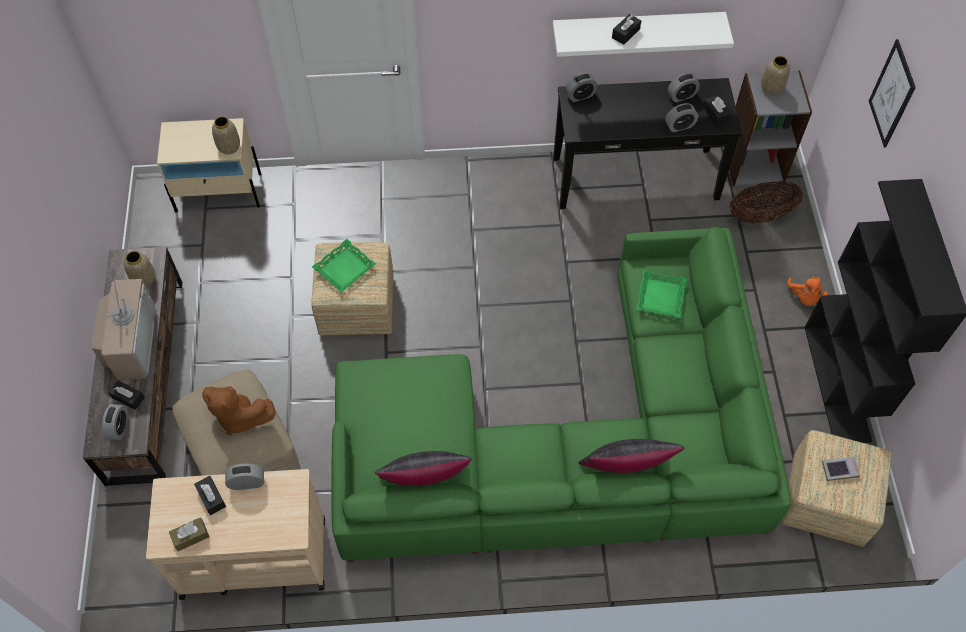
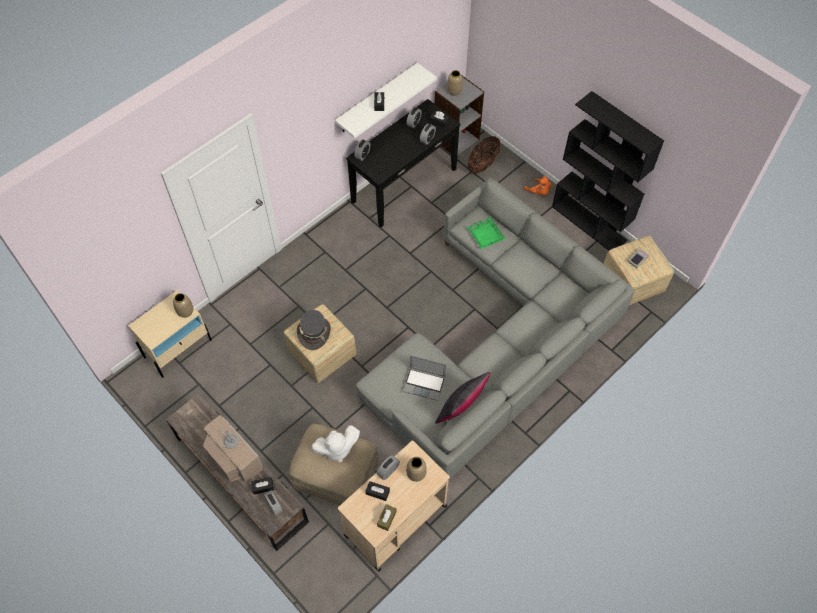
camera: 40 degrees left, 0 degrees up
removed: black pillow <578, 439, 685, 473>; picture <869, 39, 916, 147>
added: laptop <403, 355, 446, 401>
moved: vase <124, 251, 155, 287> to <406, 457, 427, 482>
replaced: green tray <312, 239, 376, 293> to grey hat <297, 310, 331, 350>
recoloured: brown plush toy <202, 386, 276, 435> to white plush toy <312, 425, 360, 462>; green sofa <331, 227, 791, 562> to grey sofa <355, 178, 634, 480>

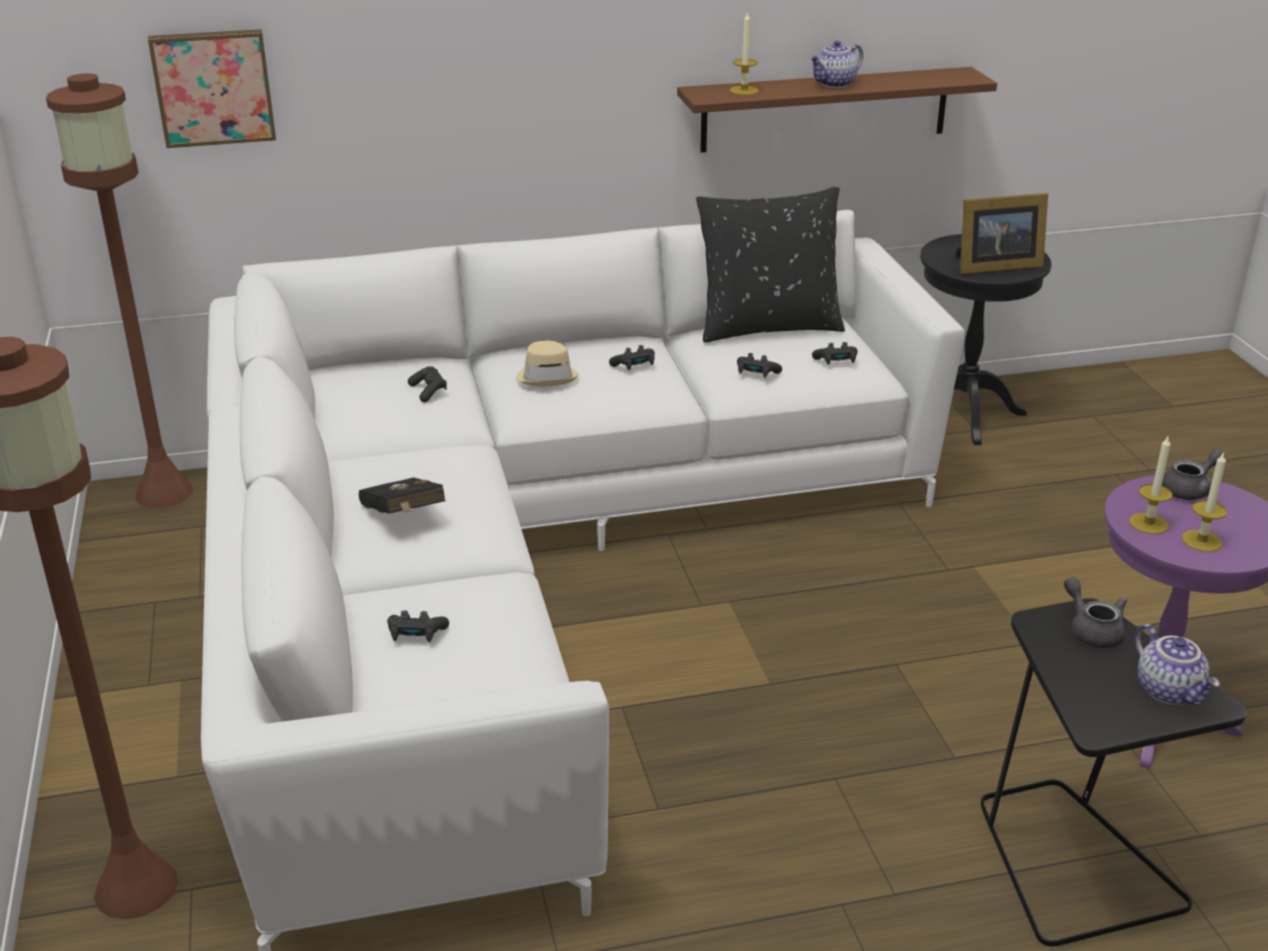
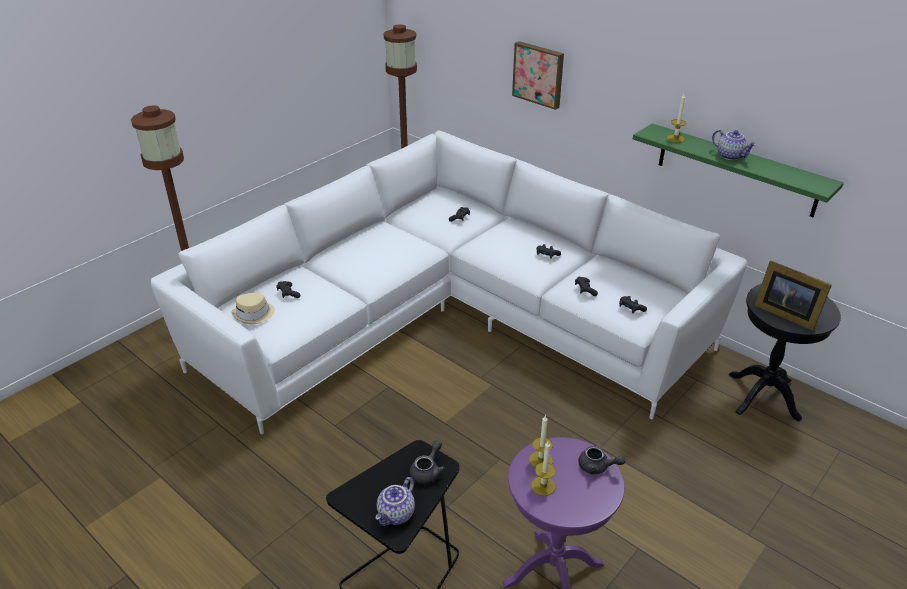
camera: 55 degrees right, 5 degrees up
removed: black book <358, 477, 446, 514>; black pillow <696, 186, 845, 343>
moved: beige hat <516, 341, 579, 386> to <232, 293, 275, 324>; picture <148, 29, 276, 148> to <512, 41, 564, 110>
recoloured: brown shelf <677, 67, 997, 153> to green shelf <633, 123, 844, 217>
turned: teapot <810, 41, 863, 88> = <712, 130, 756, 160> 150 degrees counterclockwise

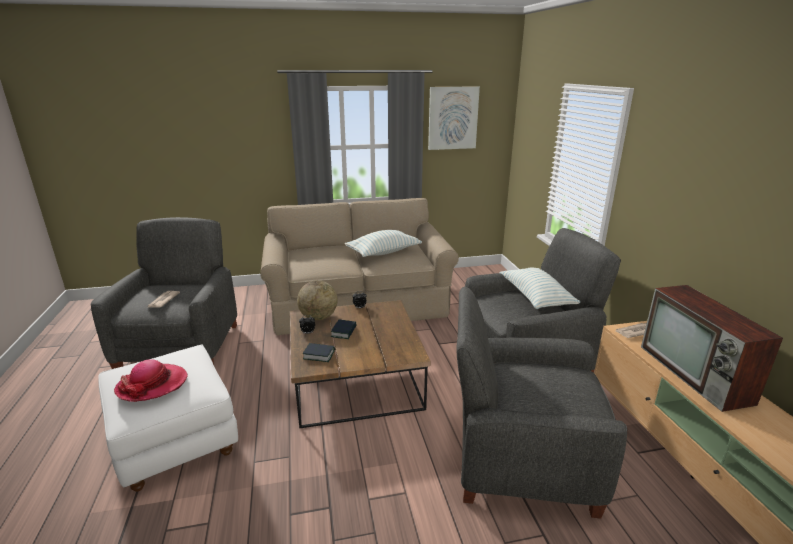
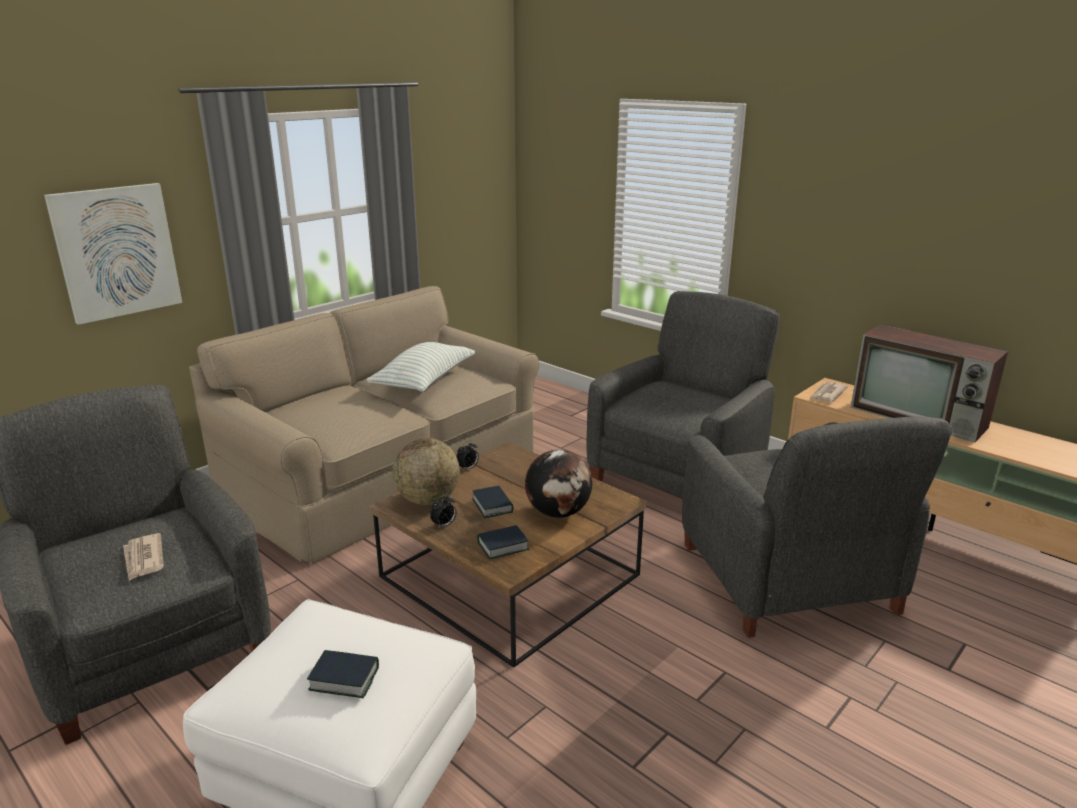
camera: 35 degrees left, 0 degrees up
removed: pillow <500, 267, 580, 309>
added: globe <525, 450, 593, 518>
moved: picture <428, 86, 480, 150> to <44, 183, 182, 325>
replaced: hat <114, 359, 188, 402> to book <307, 650, 379, 698>
turned: grey armchair <457, 286, 627, 519> = <682, 416, 952, 638> 75 degrees counterclockwise

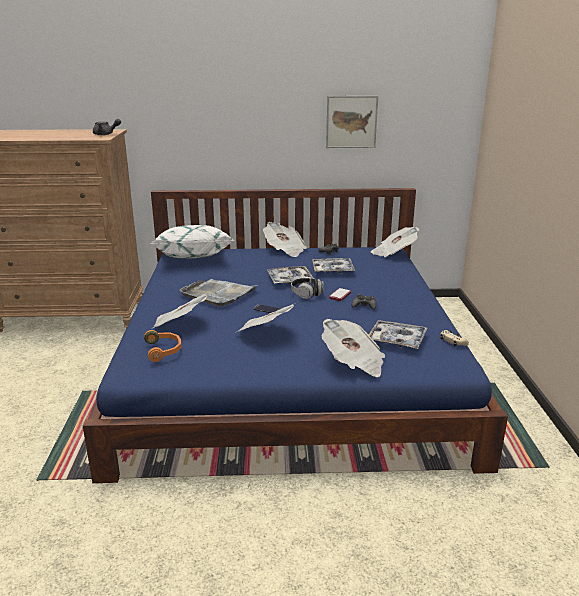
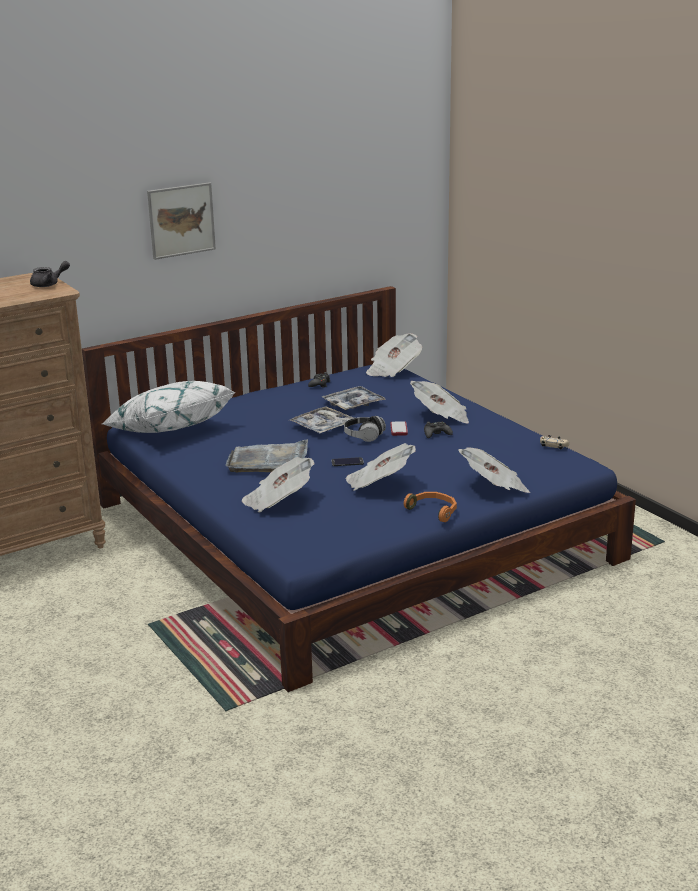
camera: 30 degrees left, 0 degrees up
removed: tray <369, 320, 427, 349>
moved: picture <326, 96, 378, 148> to <147, 182, 216, 260>; orange headphones <144, 330, 181, 362> to <404, 492, 457, 522>; newspaper <263, 222, 307, 257> to <410, 381, 469, 423>

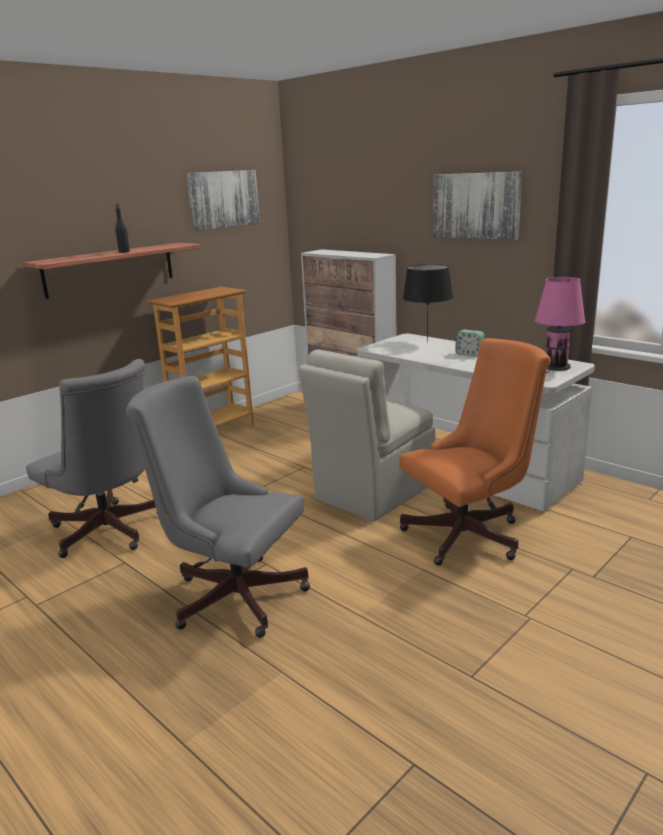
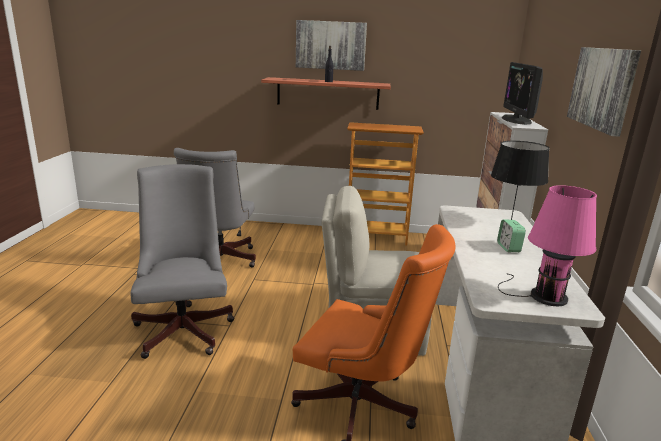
camera: 50 degrees right, 0 degrees up
added: monitor <502, 62, 543, 125>
moved: picture <186, 170, 260, 231> to <296, 20, 367, 71>

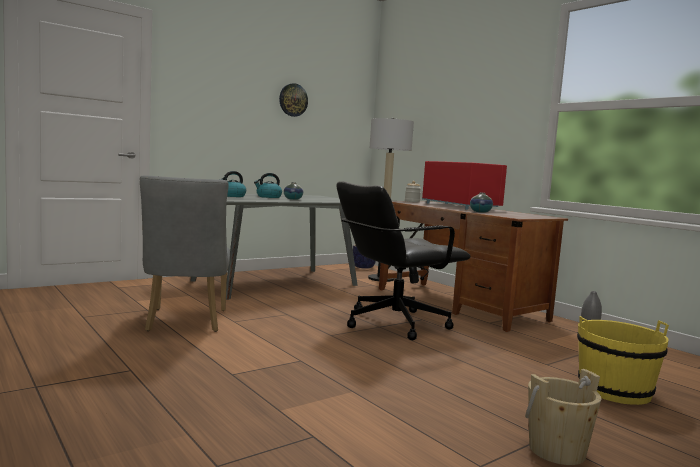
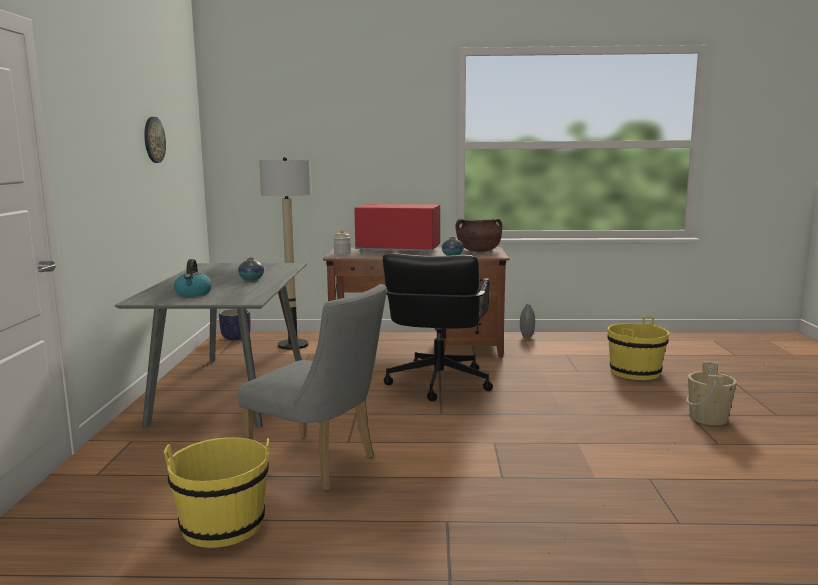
camera: 50 degrees left, 5 degrees up
removed: kettle <254, 173, 282, 198>
added: yellow bucket <164, 437, 269, 548>; brown cooking pot <455, 219, 502, 252>

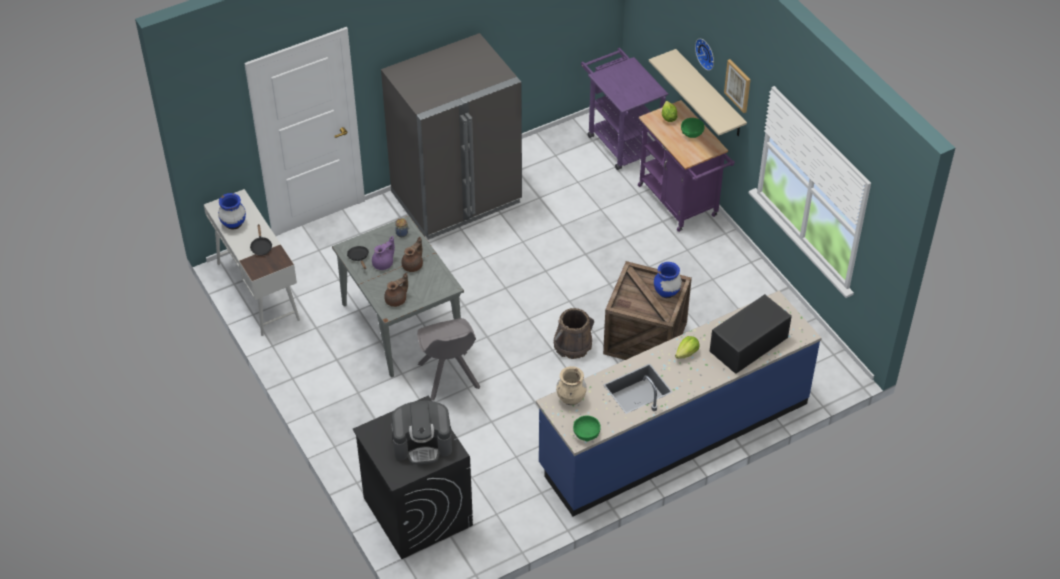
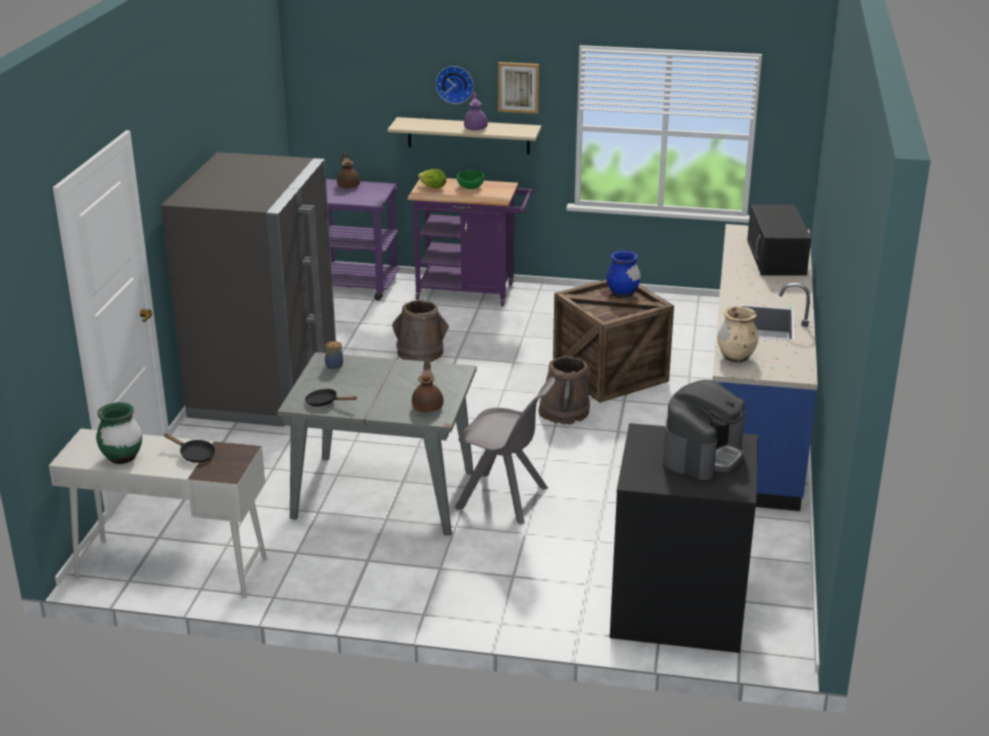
camera: 50 degrees left, 20 degrees down
removed: green bowl <573, 416, 601, 441>; lettuce <675, 336, 700, 359>
added: brown bucket <392, 300, 449, 362>
moved: brown teapot <401, 237, 423, 272> to <337, 151, 360, 189>; purple teapot <372, 236, 395, 270> to <464, 92, 488, 130>
recoloured: blue vase <218, 193, 246, 230> to green vase <96, 402, 142, 464>

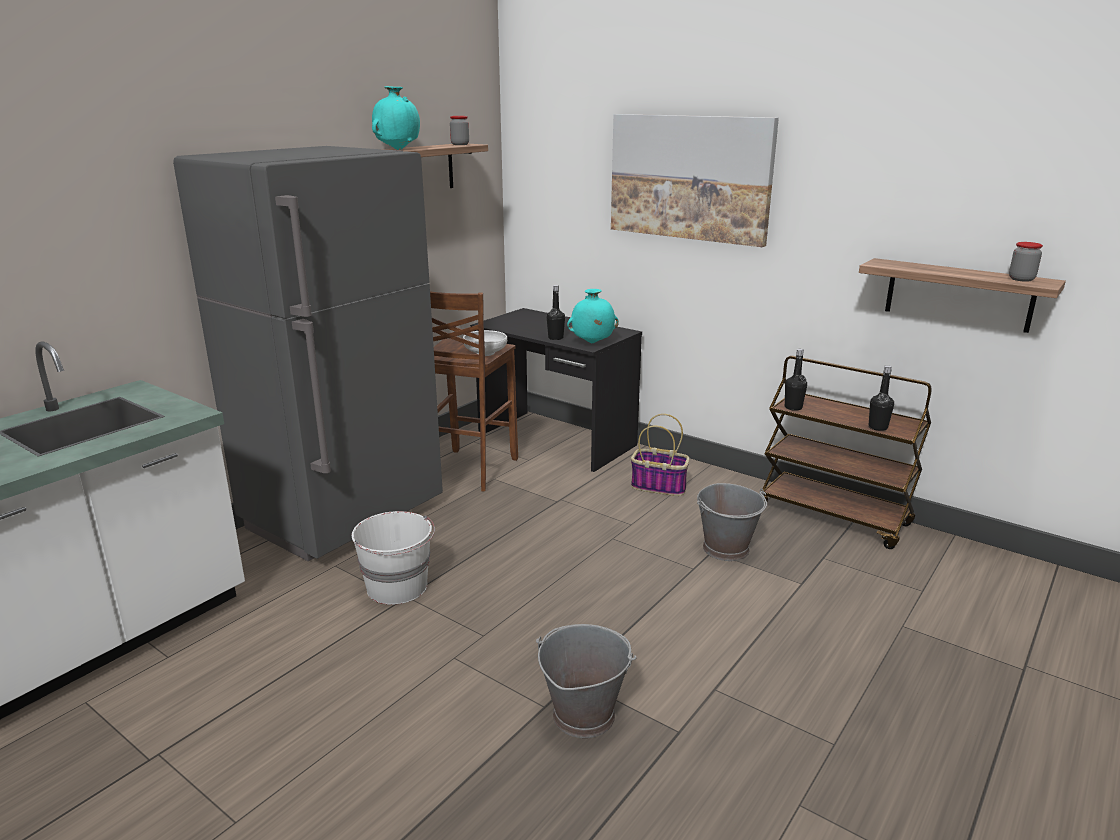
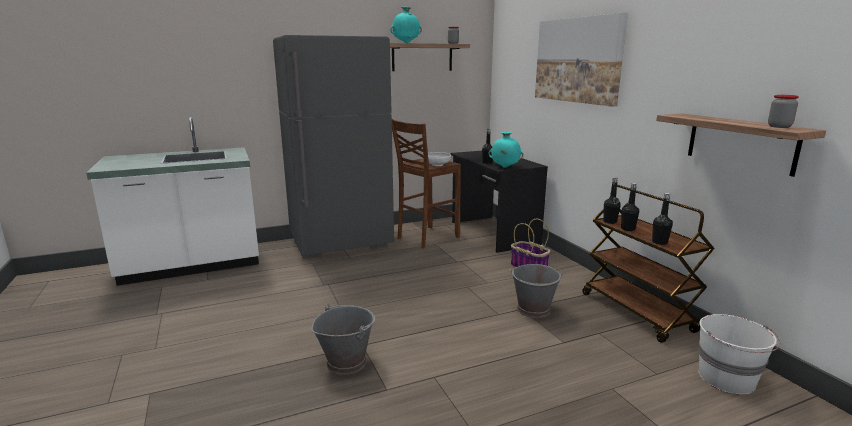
camera: 30 degrees right, 5 degrees down
added: black bottle <621, 183, 639, 231>
moved: white bucket <352, 511, 435, 605> to <698, 314, 780, 394>

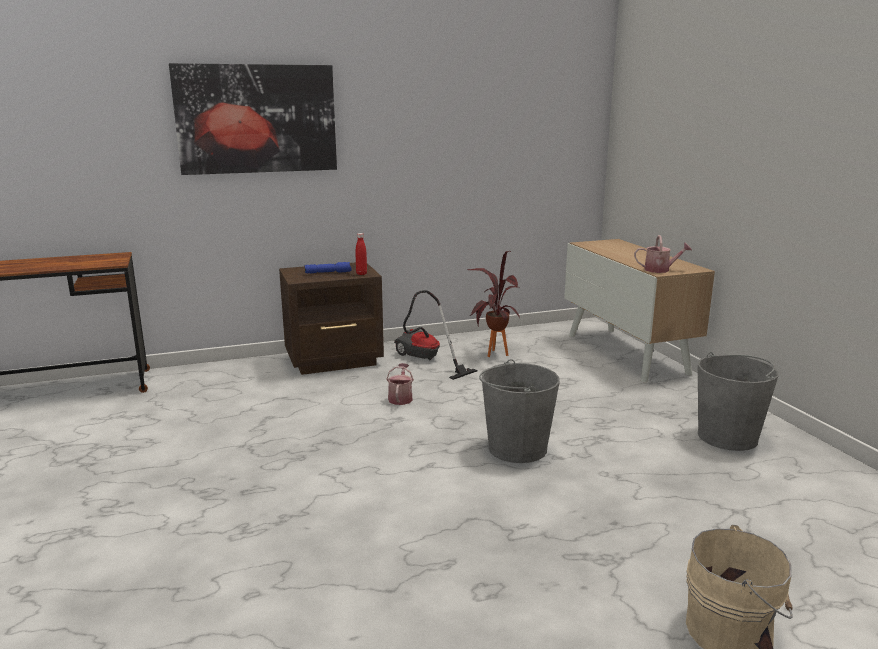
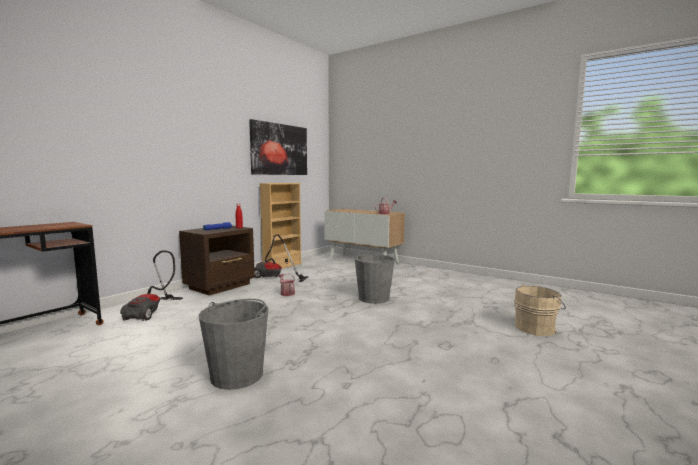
camera: 35 degrees left, 10 degrees down
removed: potted plant <467, 251, 520, 357>
added: vacuum cleaner <120, 251, 183, 321>; beige bookcase <259, 183, 302, 269>
moved: grey bucket <698, 352, 779, 451> to <198, 299, 269, 390>; picture <169, 63, 337, 175> to <249, 119, 307, 175>

